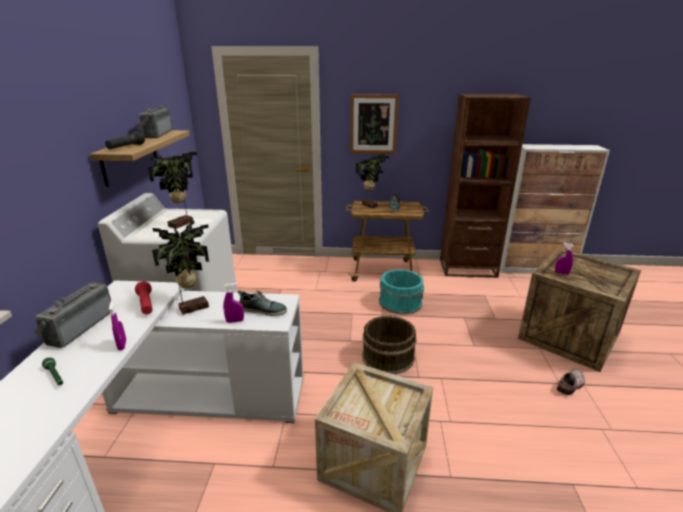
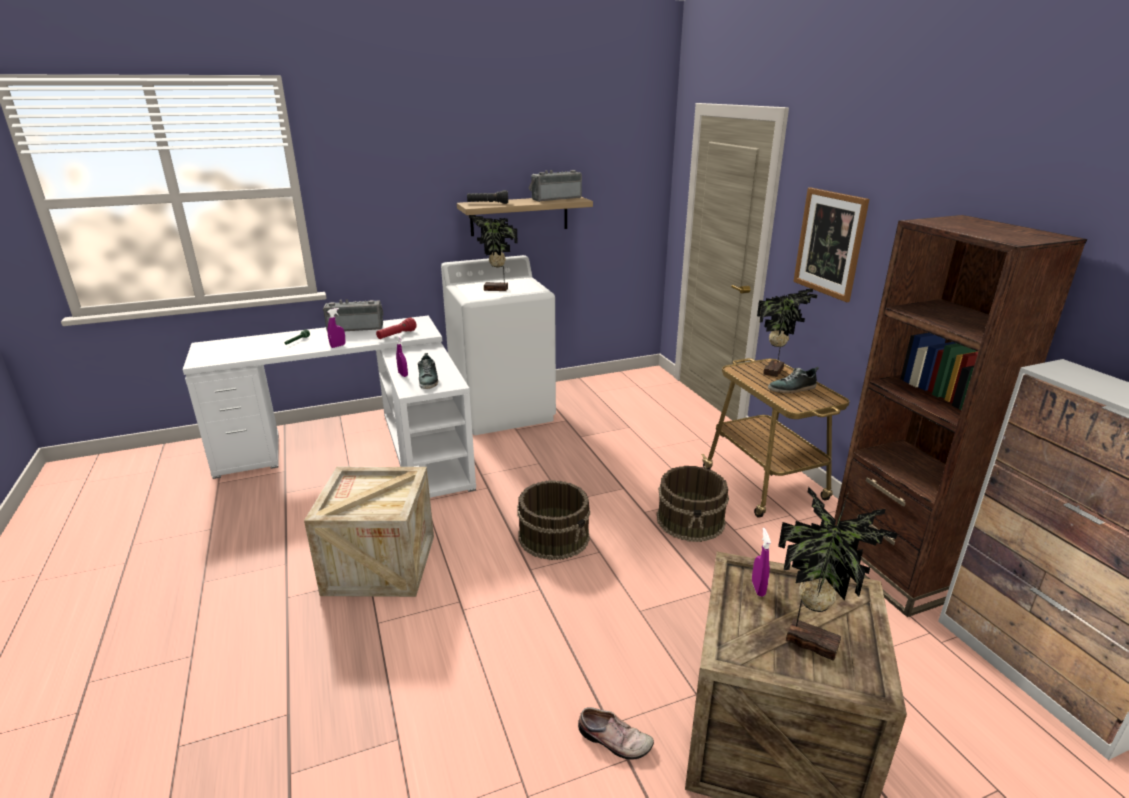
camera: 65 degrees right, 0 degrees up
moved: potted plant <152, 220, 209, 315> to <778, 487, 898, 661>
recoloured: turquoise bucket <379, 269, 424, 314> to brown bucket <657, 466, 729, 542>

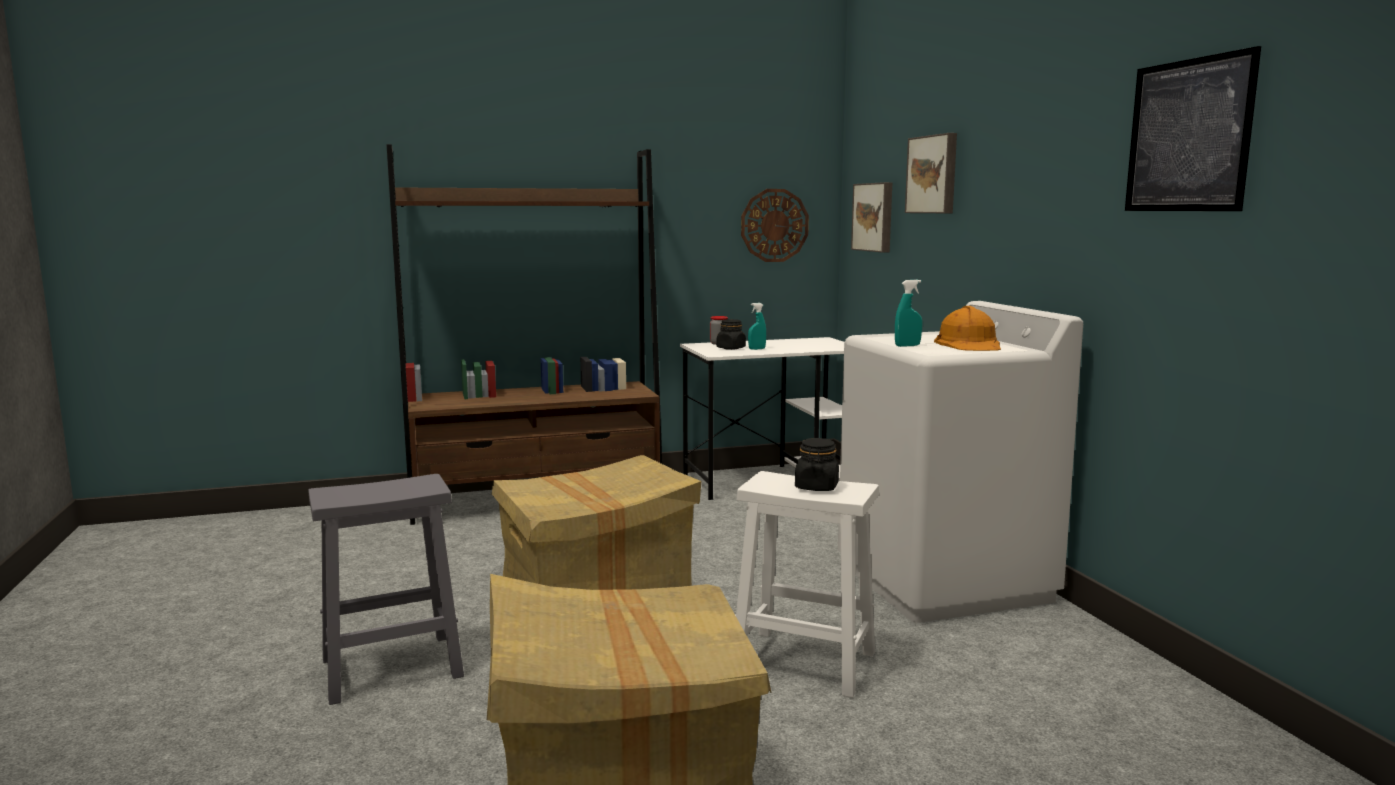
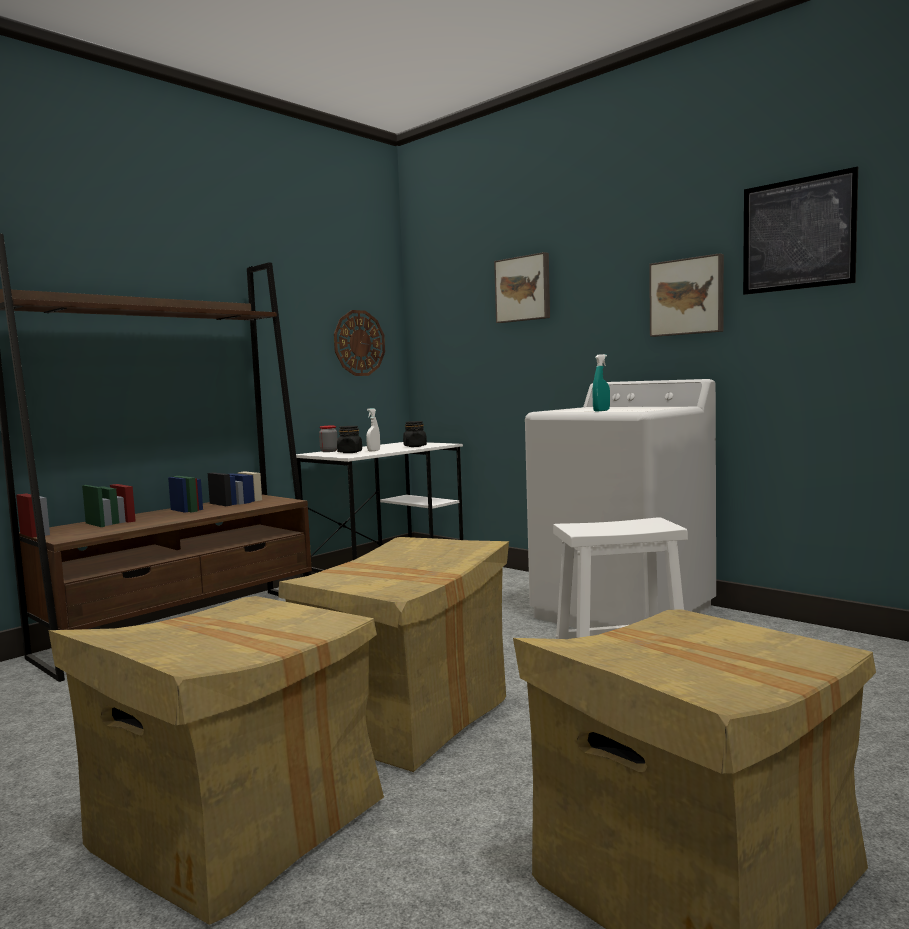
camera: 30 degrees left, 5 degrees down
removed: orange hard hat <934, 306, 1001, 351>
moved: black jar <795, 438, 839, 491> to <403, 421, 427, 447>; picture <851, 182, 892, 253> to <649, 253, 724, 337>
replaced: grey stool <308, 474, 464, 705> to cardboard box <48, 596, 384, 925>
recoloured: turquoise spray bottle <748, 303, 766, 350> to white spray bottle <366, 408, 380, 451>

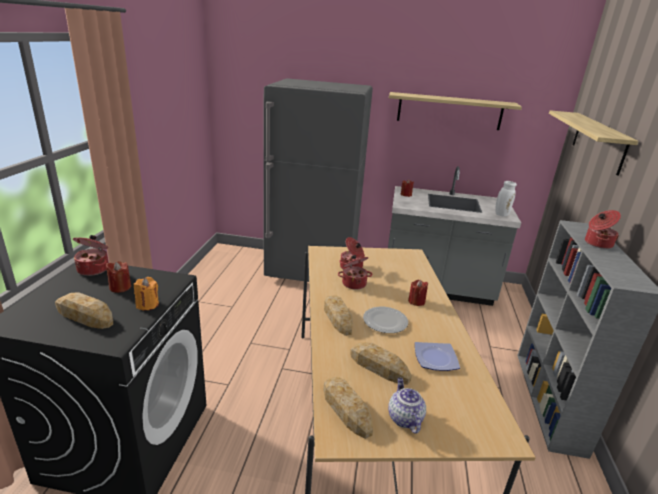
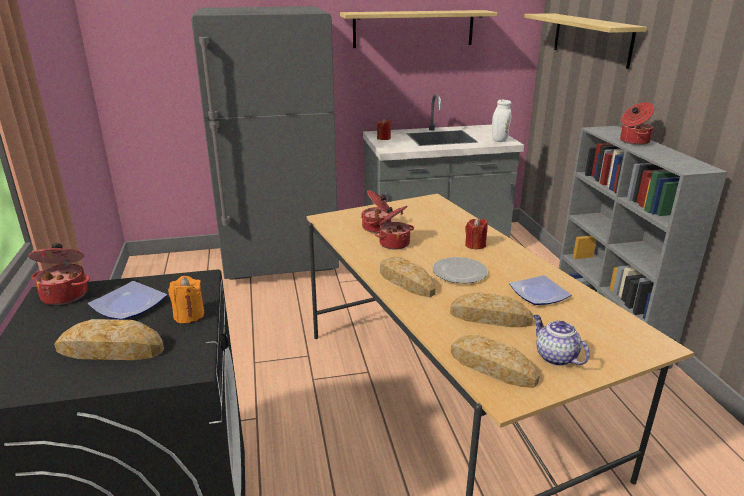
camera: 20 degrees left, 0 degrees up
replaced: red candle <106, 261, 131, 293> to plate <88, 281, 167, 320>

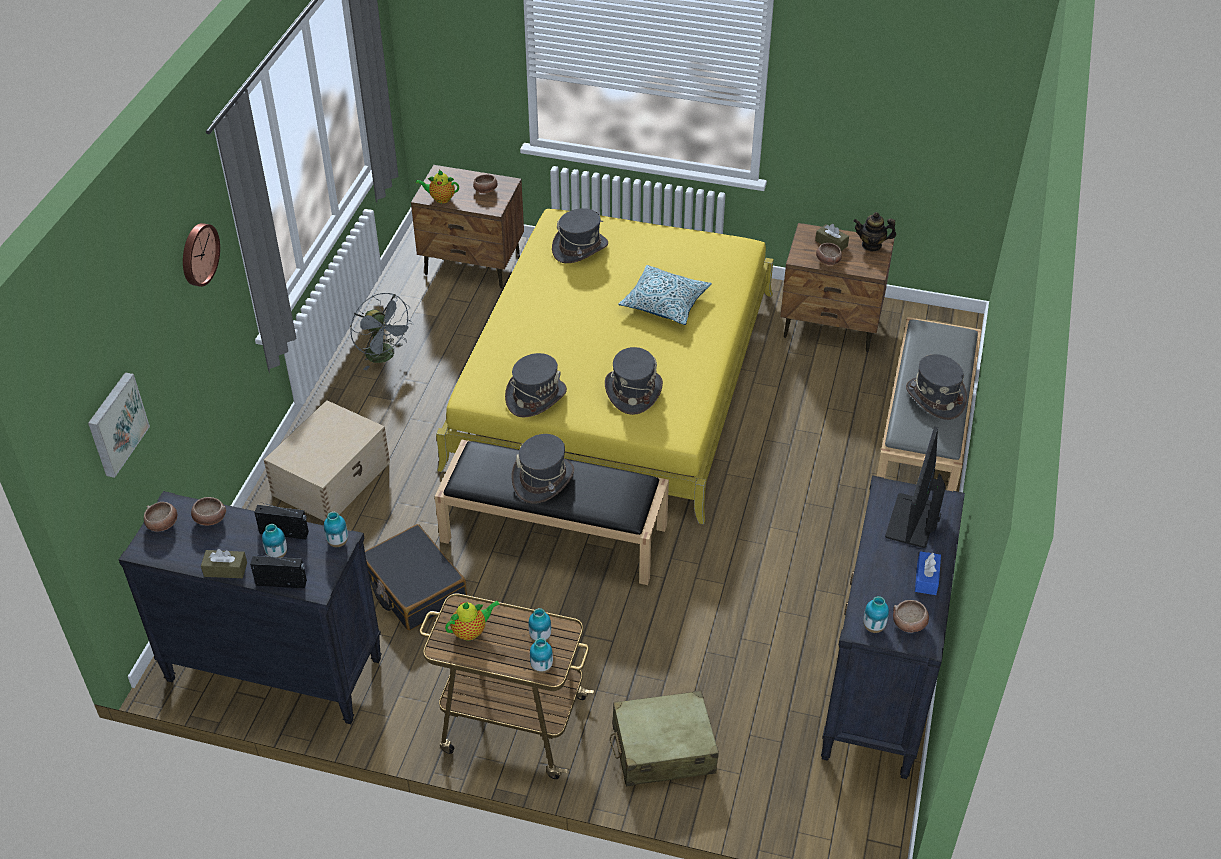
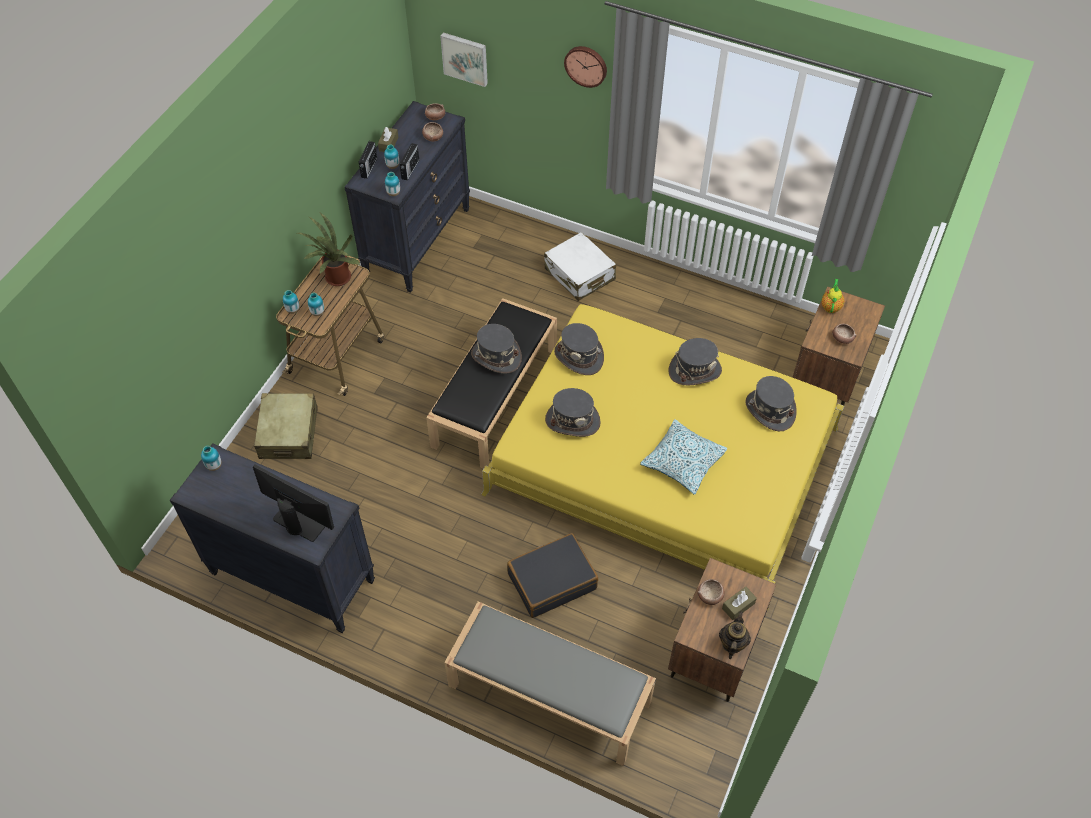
camera: 100 degrees right, 10 degrees up
removed: grey fan <350, 293, 414, 370>; bowl <893, 600, 929, 632>; blue tissue box <915, 551, 941, 595>
moved: black suitcase <365, 524, 467, 631> to <507, 533, 598, 618>; grey hat <906, 354, 967, 420> to <669, 338, 722, 386>
replaced: teapot <445, 600, 500, 641> to potted plant <297, 212, 360, 286>; beige storage box <264, 400, 390, 522> to white suitcase <544, 232, 616, 301>

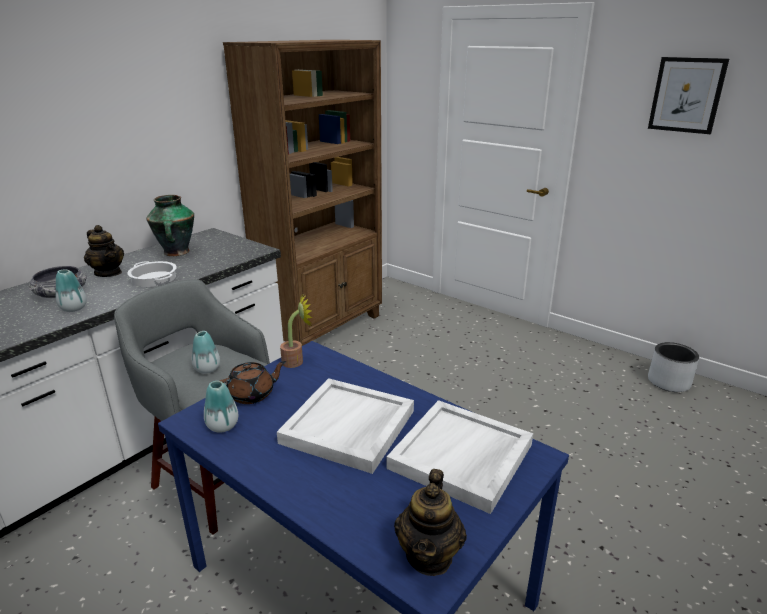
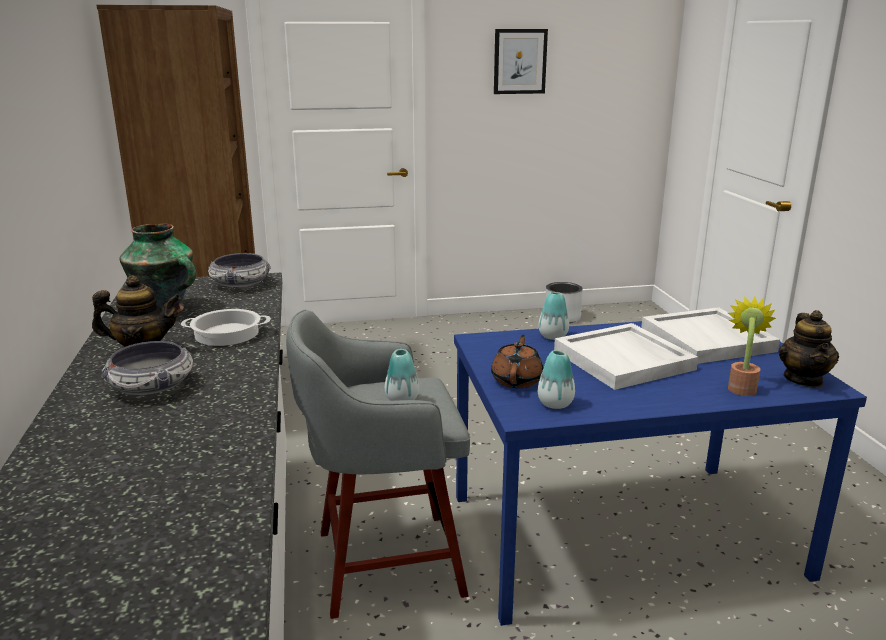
camera: 50 degrees left, 5 degrees down
added: bowl <208, 253, 271, 287>
moved: vase <55, 269, 87, 312> to <538, 292, 569, 340>; potted plant <280, 293, 313, 368> to <728, 296, 776, 396>
turned: teapot <394, 469, 467, 576> = <779, 310, 839, 388> 45 degrees clockwise

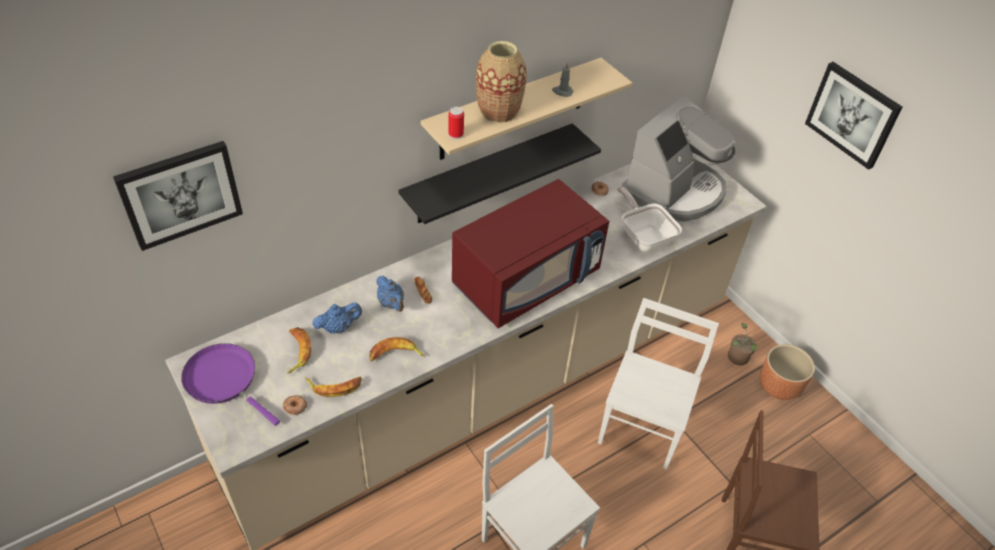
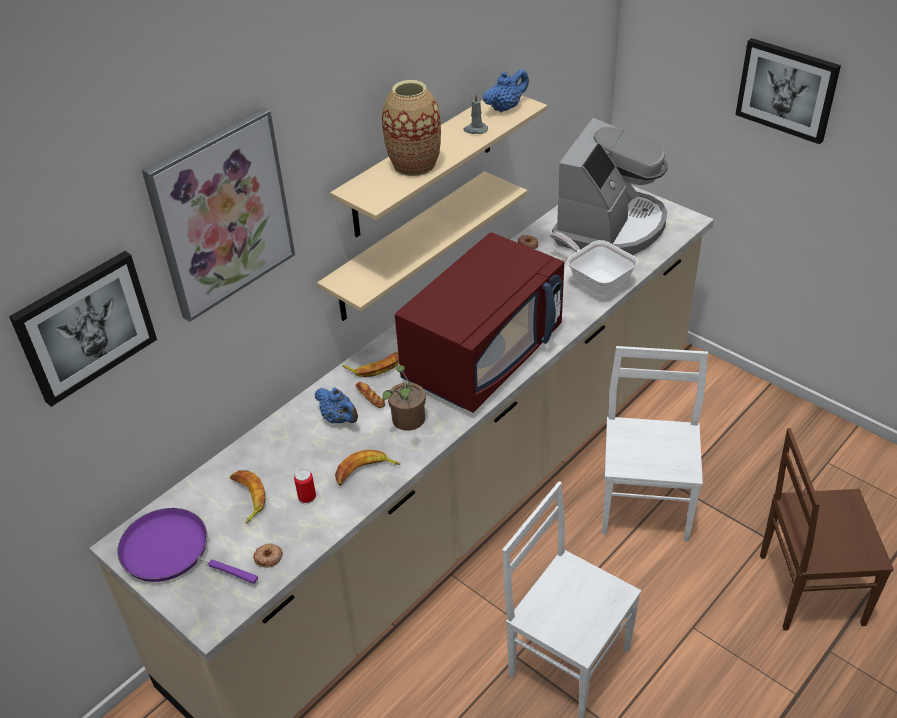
camera: 10 degrees left, 5 degrees down
removed: brown planter <760, 344, 815, 400>
added: picture <142, 107, 295, 322>
moved: can <448, 107, 464, 140> to <294, 469, 316, 504>; banana <305, 377, 362, 397> to <343, 352, 399, 377>; potted plant <728, 323, 757, 365> to <383, 365, 426, 431>; blue teapot <312, 302, 362, 334> to <483, 69, 529, 112>
recoloured: black shelf <399, 123, 601, 224> to beige shelf <317, 171, 527, 321>

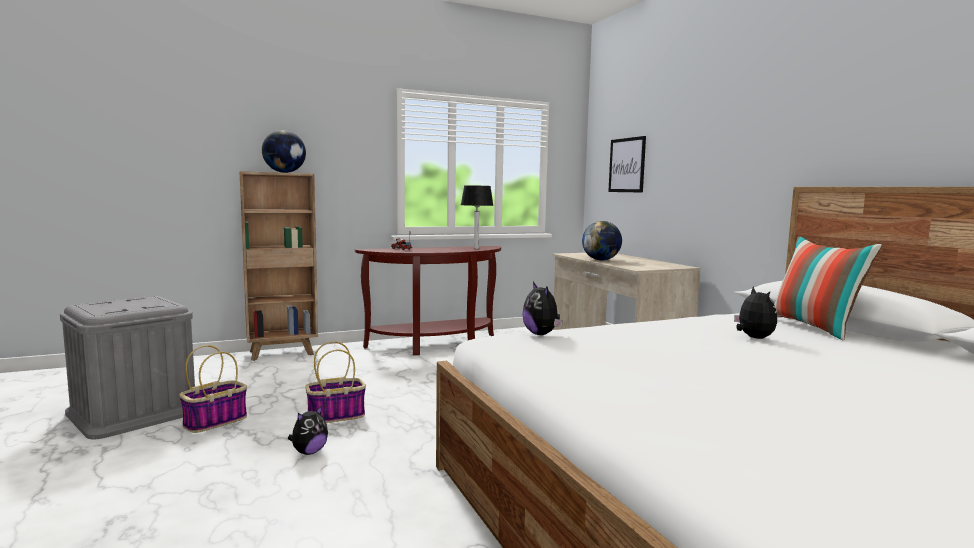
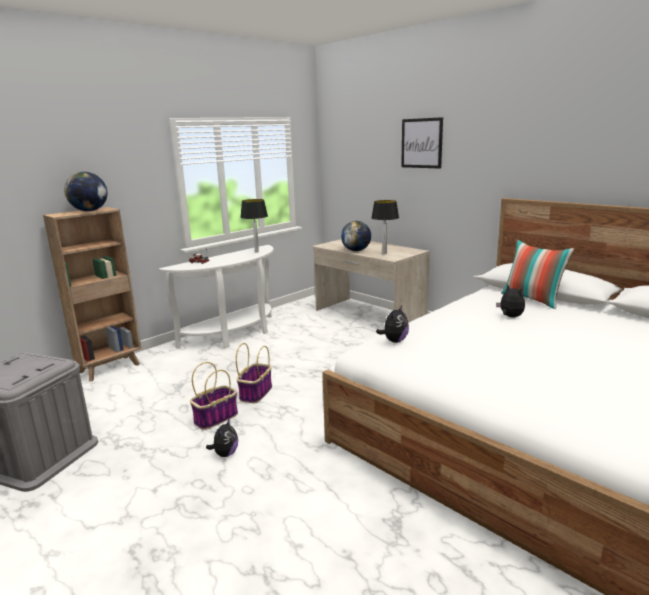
camera: 20 degrees left, 10 degrees up
added: table lamp <372, 200, 399, 254>
moved: basket <179, 345, 247, 433> to <236, 343, 272, 403>; picture <608, 136, 646, 193> to <401, 117, 443, 169>
recoloured: brown console table <355, 246, 501, 355> to white console table <159, 245, 274, 349>
turned: plush toy <522, 282, 563, 335> = <376, 305, 409, 343> 105 degrees counterclockwise

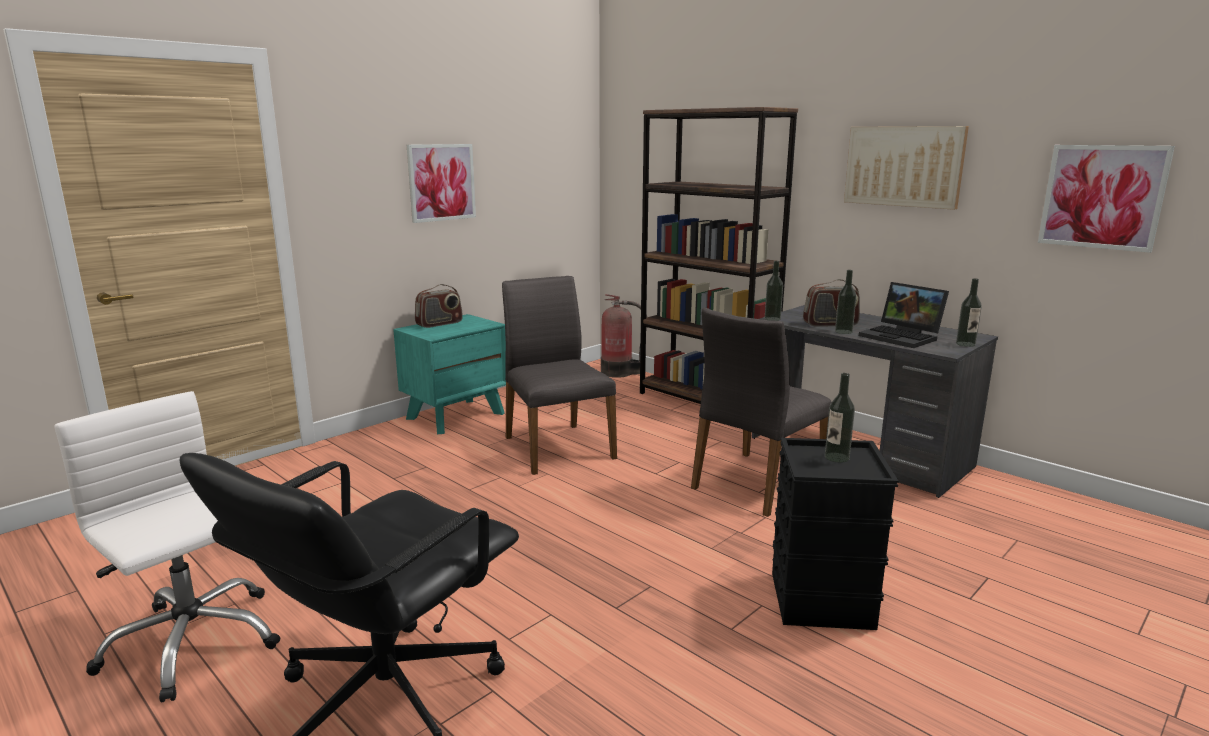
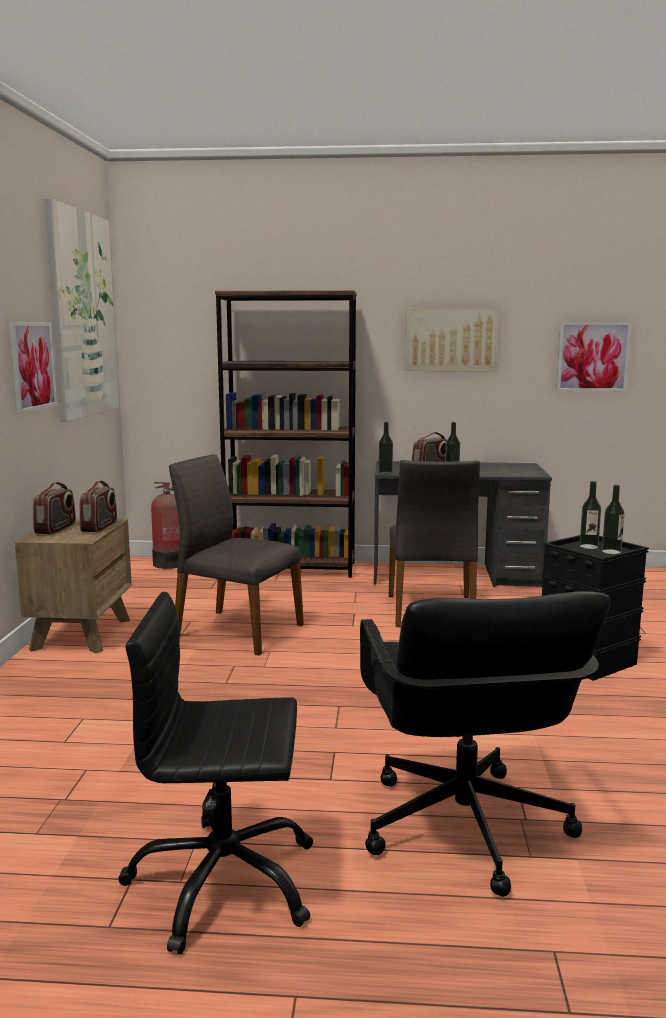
camera: 40 degrees left, 5 degrees down
removed: laptop <859, 282, 949, 348>
added: picture <44, 198, 119, 422>; radio <79, 481, 117, 532>
moved: bottle <956, 278, 982, 347> to <602, 485, 625, 554>
recoloured: turquoise nightstand <393, 314, 506, 434> to brown nightstand <15, 518, 132, 654>; white office chair <54, 391, 280, 702> to black office chair <118, 592, 313, 954>

